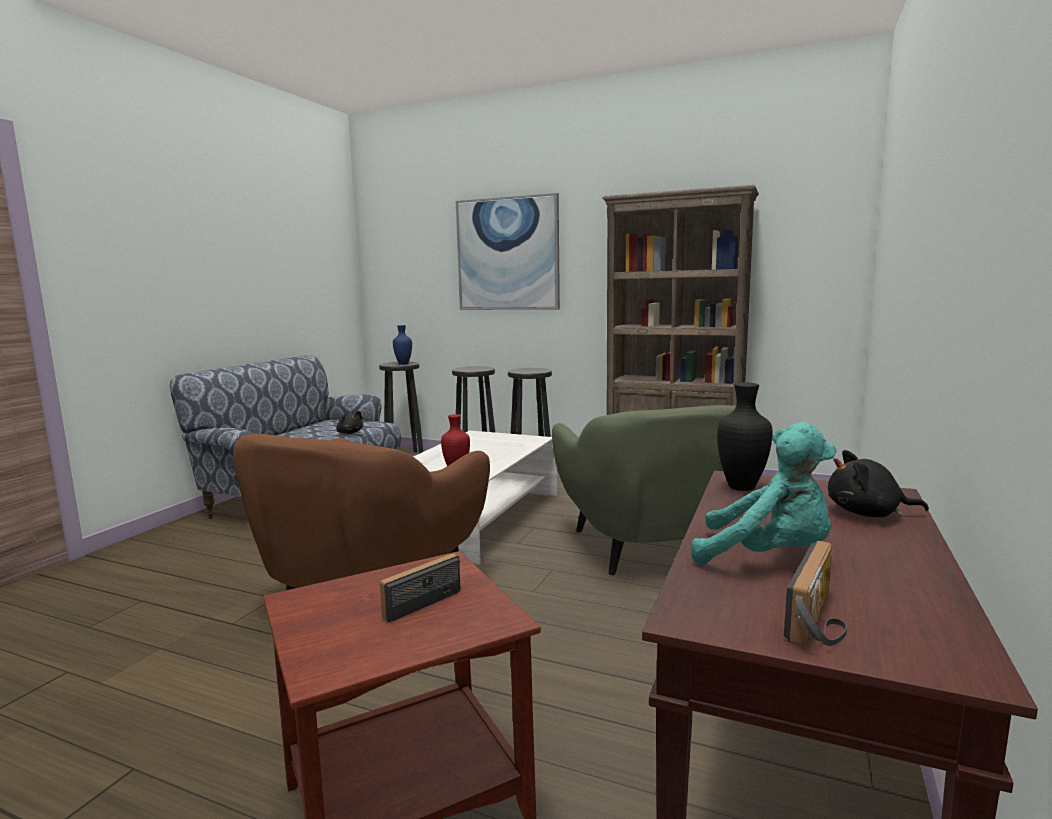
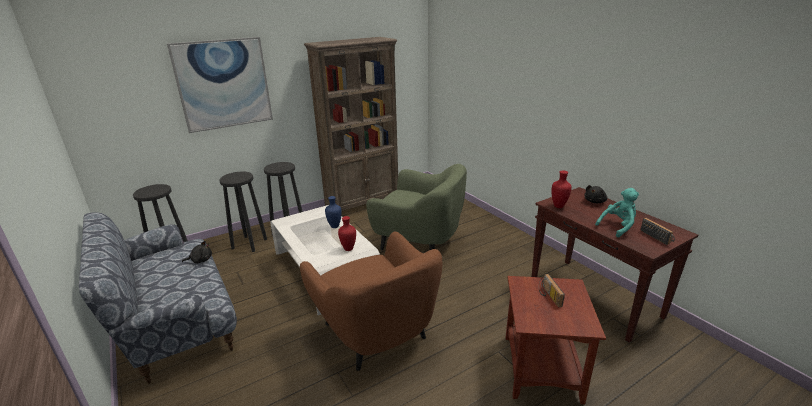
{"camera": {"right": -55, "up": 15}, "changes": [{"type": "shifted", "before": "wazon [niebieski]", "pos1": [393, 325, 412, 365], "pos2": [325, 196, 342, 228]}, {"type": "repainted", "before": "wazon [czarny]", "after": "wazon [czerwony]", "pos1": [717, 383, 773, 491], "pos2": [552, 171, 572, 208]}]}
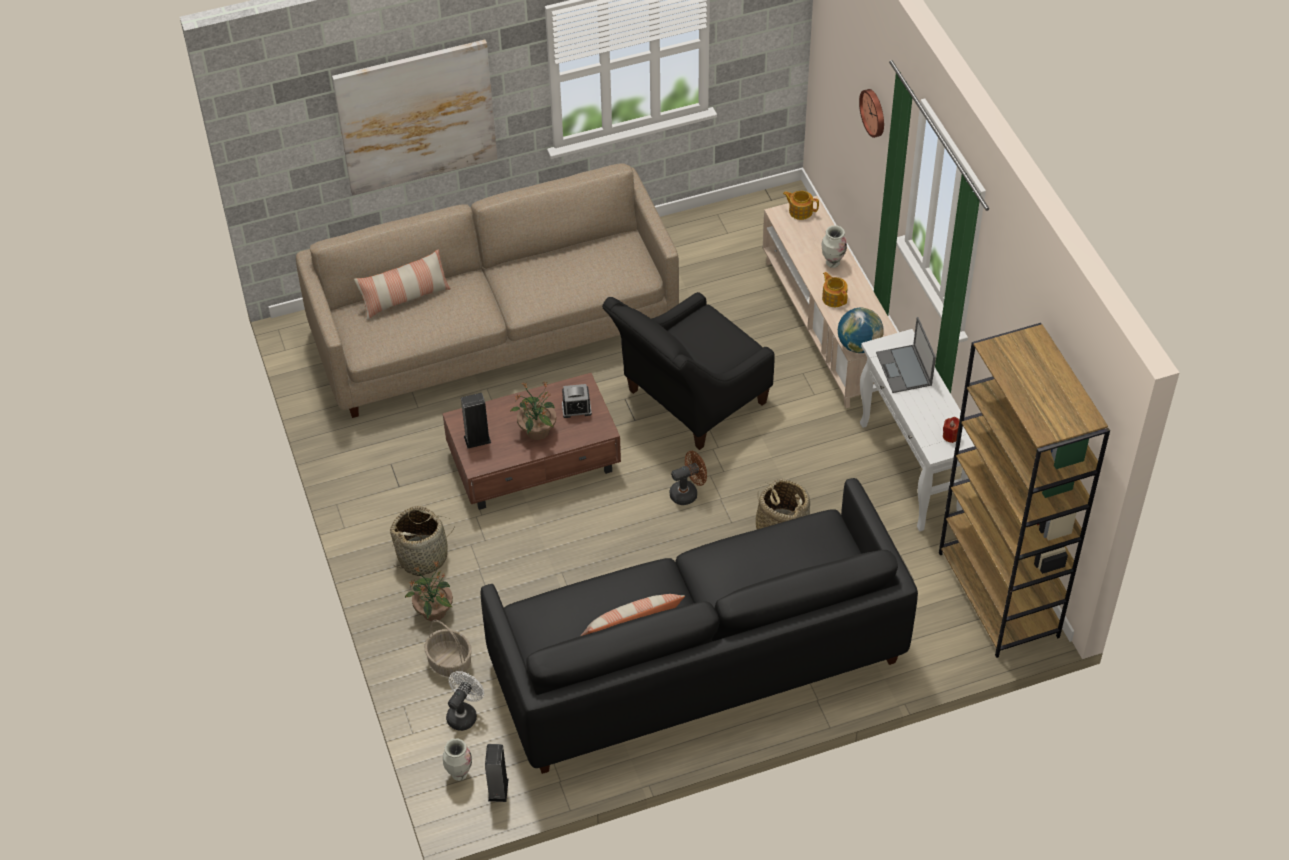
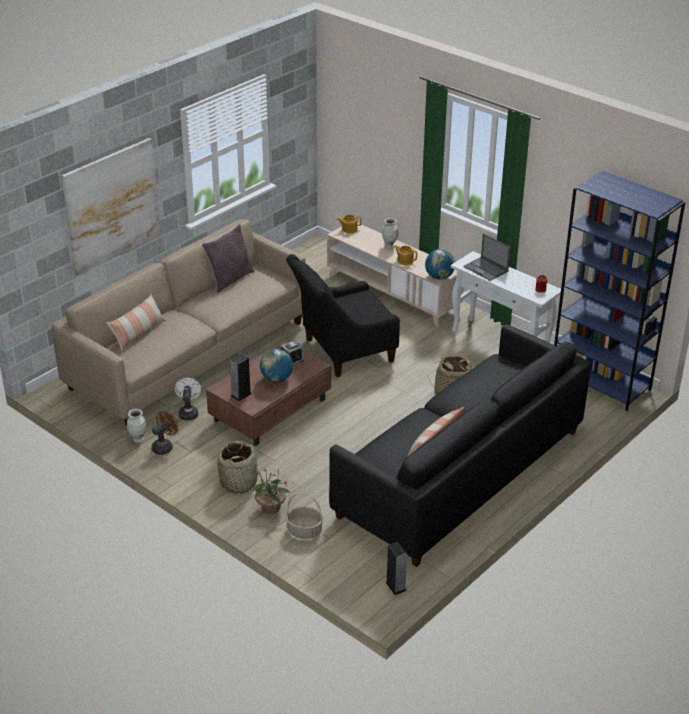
{"camera": {"right": -30, "up": -15}, "changes": [{"type": "gone", "before": "zegar ścienny", "pos1": [859, 89, 884, 138]}, {"type": "new", "after": "poduszka [szary]", "pos2": [202, 224, 254, 293]}, {"type": "shifted", "before": "wazon", "pos1": [443, 738, 472, 781], "pos2": [127, 409, 146, 443]}, {"type": "shifted", "before": "wentylator [biały]", "pos1": [446, 671, 484, 731], "pos2": [175, 378, 201, 420]}, {"type": "shifted", "before": "wentylator [brązowy]", "pos1": [670, 451, 707, 505], "pos2": [152, 411, 178, 455]}, {"type": "swapped", "before": "roślina doniczkowa", "after": "globus", "pos1": [510, 382, 556, 440], "pos2": [260, 349, 293, 382]}, {"type": "repainted", "before": "regał [brązowy]", "after": "regał [niebieski]", "pos1": [939, 323, 1110, 658], "pos2": [554, 171, 685, 411]}, {"type": "rotated", "before": "fotel [czarny]", "pos1": [602, 292, 775, 450], "pos2": [286, 254, 400, 377], "turn": 45}]}
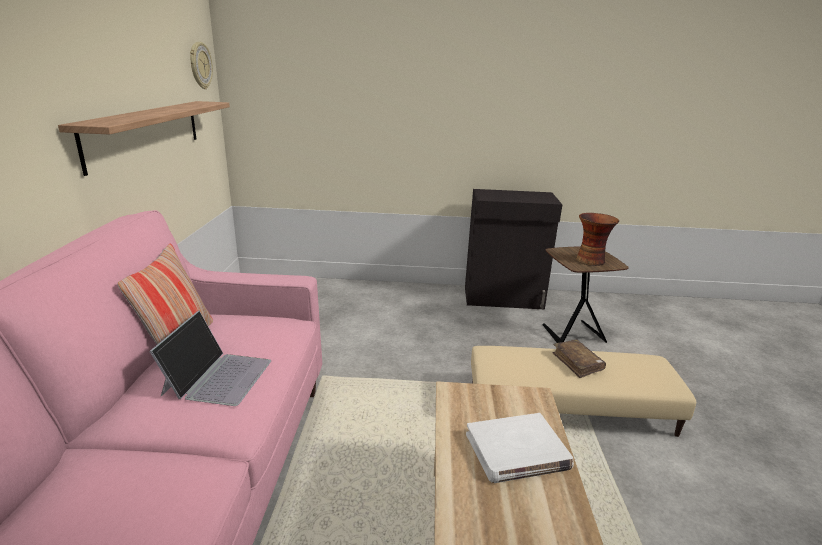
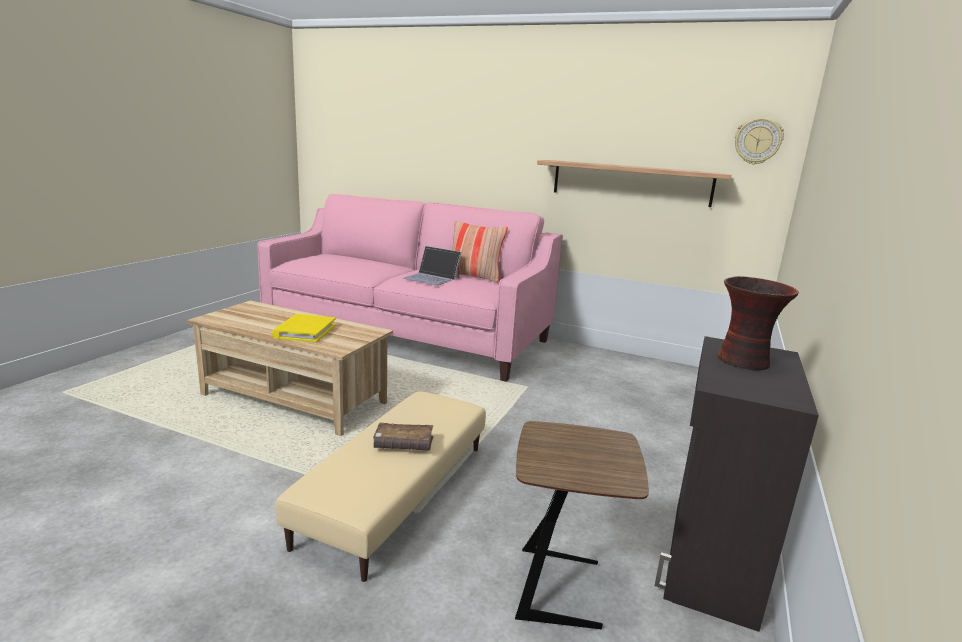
{"camera": {"right": 110, "up": -5}, "changes": [{"type": "shifted", "before": "wazon", "pos1": [576, 213, 619, 266], "pos2": [717, 276, 799, 370]}, {"type": "repainted", "before": "książka [biały]", "after": "książka [żółty]", "pos1": [466, 413, 574, 483], "pos2": [272, 314, 336, 342]}]}
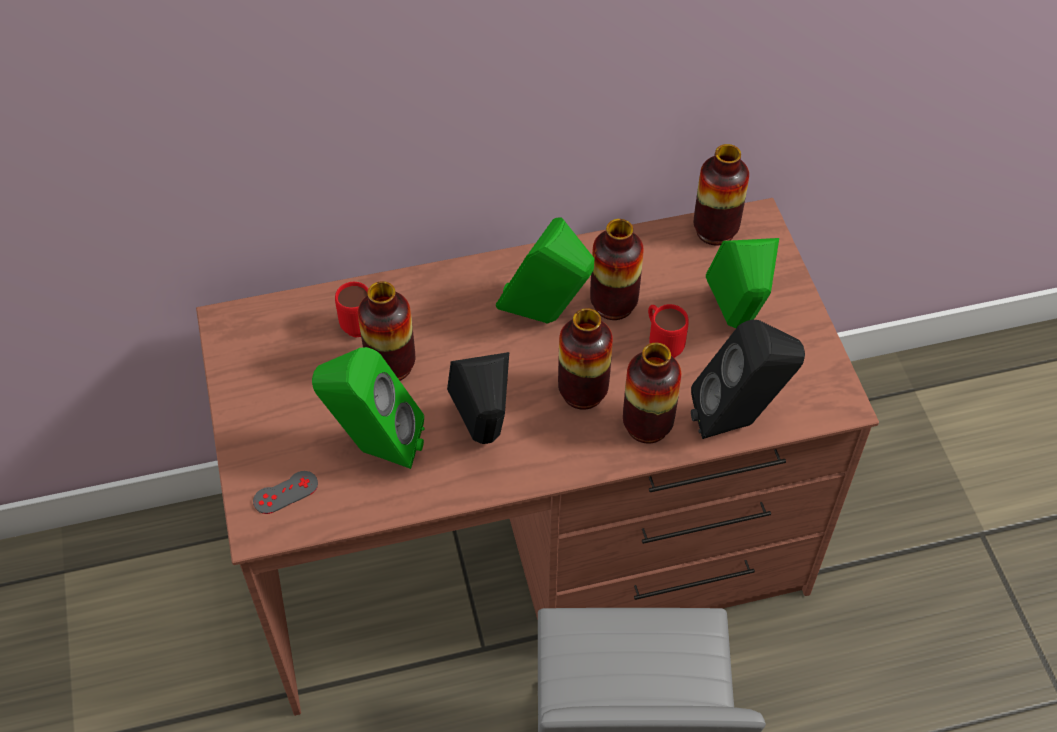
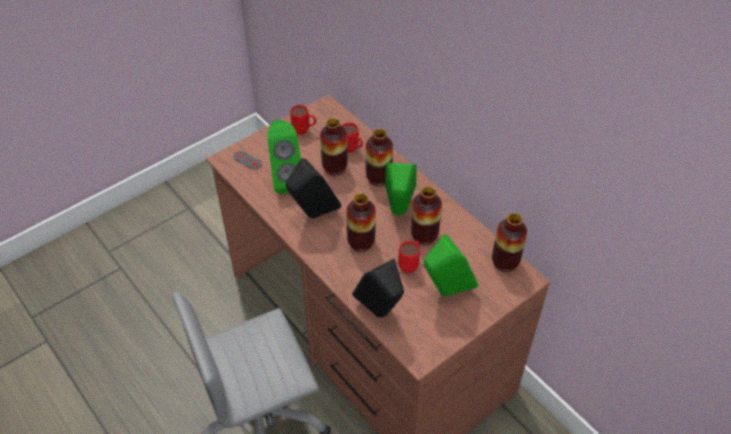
{"camera": {"right": 65, "up": -5}, "changes": [{"type": "new", "after": "kubek [czerwony]", "pos2": [290, 105, 316, 135]}, {"type": "shifted", "before": "wazon", "pos1": [623, 343, 681, 444], "pos2": [366, 129, 393, 186]}]}
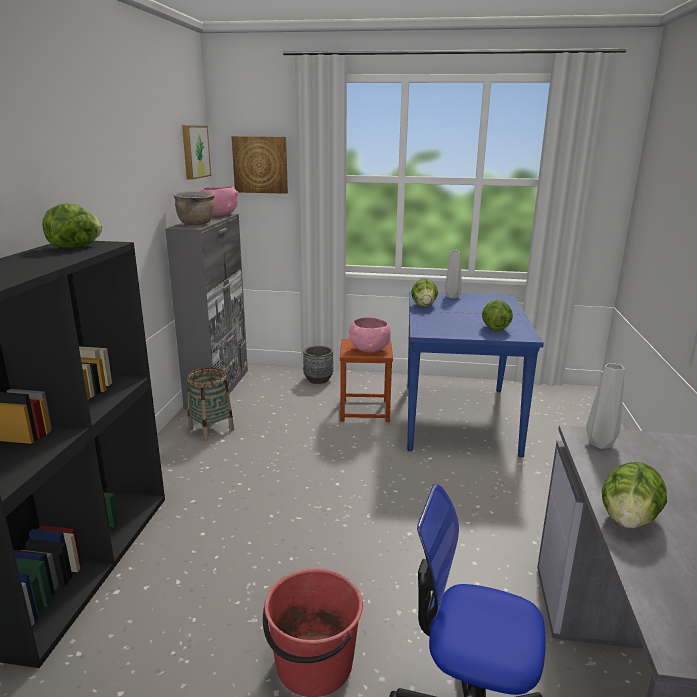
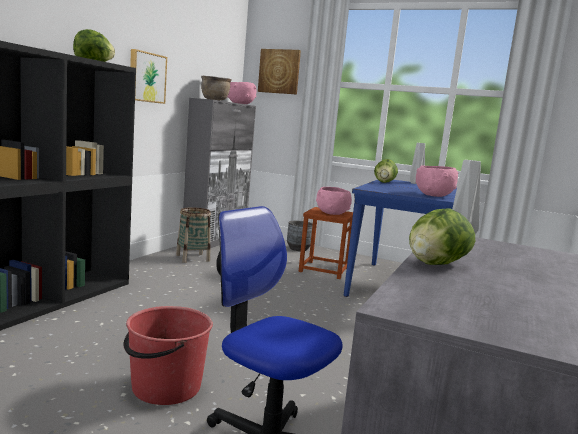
{"camera": {"right": 15, "up": -10}, "changes": [{"type": "shifted", "before": "obraz", "pos1": [182, 125, 211, 180], "pos2": [130, 49, 167, 104]}, {"type": "swapped", "before": "sałata", "after": "miska [różowy]", "pos1": [482, 299, 513, 331], "pos2": [416, 165, 458, 197]}]}
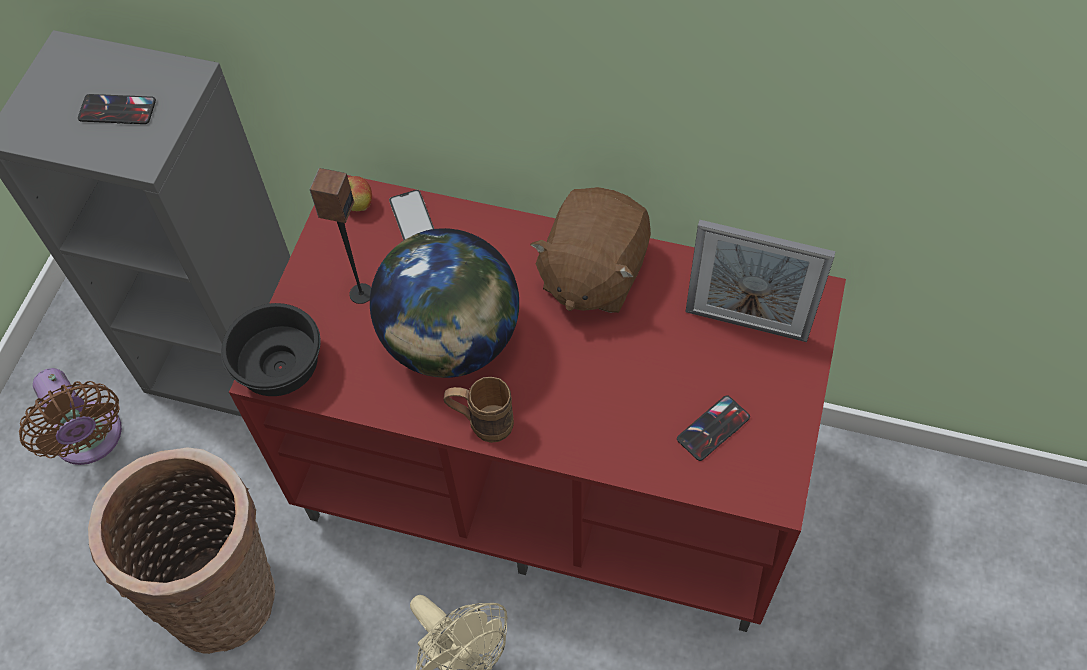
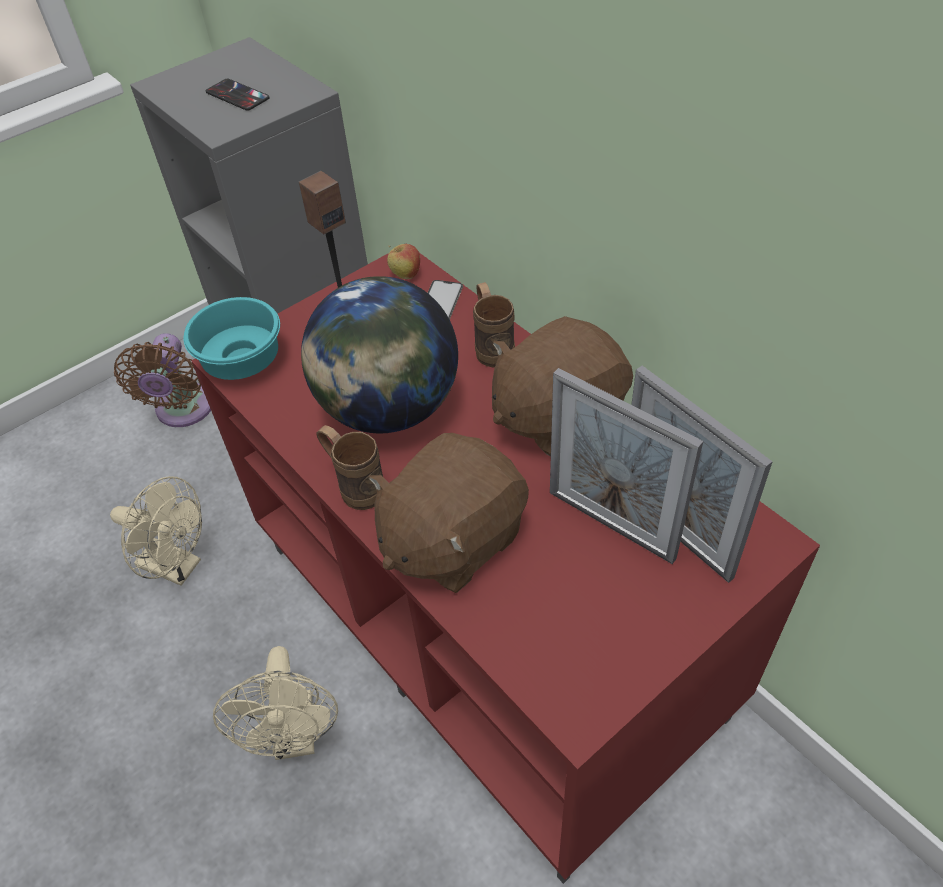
{"camera": {"right": 35, "up": -10}, "changes": [{"type": "gone", "before": "telefon", "pos1": [677, 395, 750, 461]}, {"type": "new", "after": "pluszak [brązowy]", "pos2": [368, 433, 529, 593]}, {"type": "new", "after": "kubek [brązowy]", "pos2": [473, 282, 515, 368]}, {"type": "new", "after": "ramka na zdjęcie", "pos2": [550, 368, 703, 564]}, {"type": "swapped", "before": "koszyk", "after": "wentylator [beżowy]", "pos1": [88, 447, 275, 654], "pos2": [110, 476, 202, 586]}, {"type": "repainted", "before": "miska [czarny]", "after": "miska [turkusowy]", "pos1": [221, 303, 321, 396], "pos2": [183, 297, 280, 380]}]}
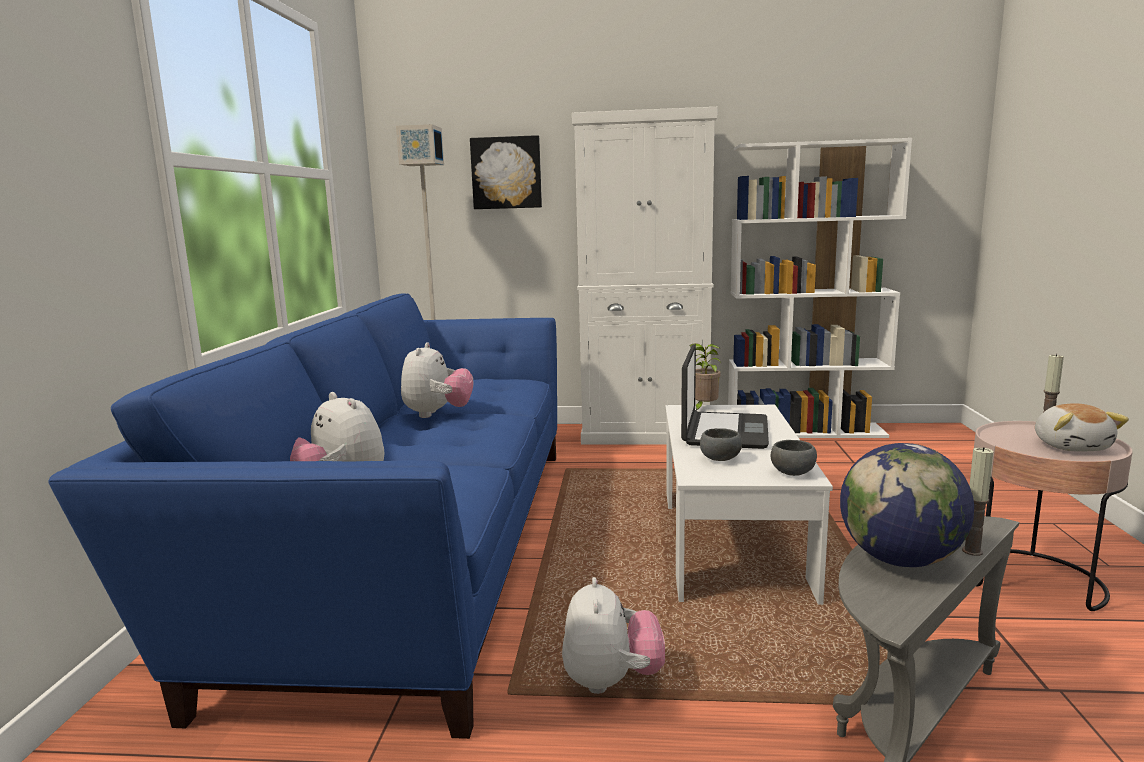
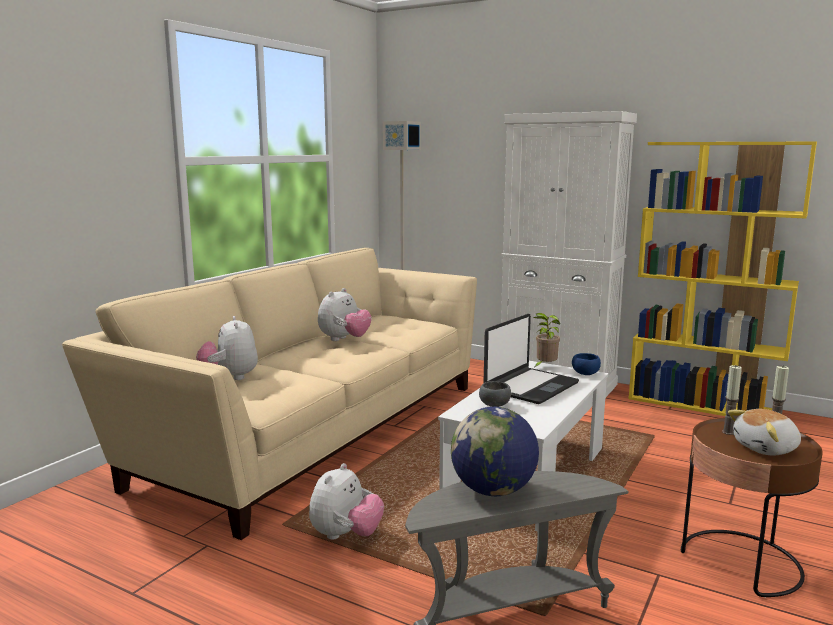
{"camera": {"right": 25, "up": 0}, "changes": [{"type": "gone", "before": "obraz", "pos1": [470, 135, 542, 209]}, {"type": "gone", "before": "miska [szary]", "pos1": [771, 440, 817, 476]}, {"type": "new", "after": "miska [niebieski]", "pos2": [572, 353, 601, 375]}, {"type": "shifted", "before": "świeca", "pos1": [962, 447, 994, 556], "pos2": [722, 365, 742, 435]}, {"type": "repainted", "before": "kanapa [niebieski]", "after": "kanapa [beżowy]", "pos1": [48, 293, 557, 739], "pos2": [62, 248, 477, 540]}, {"type": "repainted", "before": "regał [biały]", "after": "regał [żółty]", "pos1": [728, 138, 912, 438], "pos2": [629, 142, 817, 416]}, {"type": "repainted", "before": "stolik [różowy]", "after": "stolik [brązowy]", "pos1": [974, 421, 1132, 611], "pos2": [681, 418, 823, 598]}, {"type": "rotated", "before": "pluszak", "pos1": [1035, 403, 1129, 451], "pos2": [728, 409, 801, 456], "turn": 45}]}
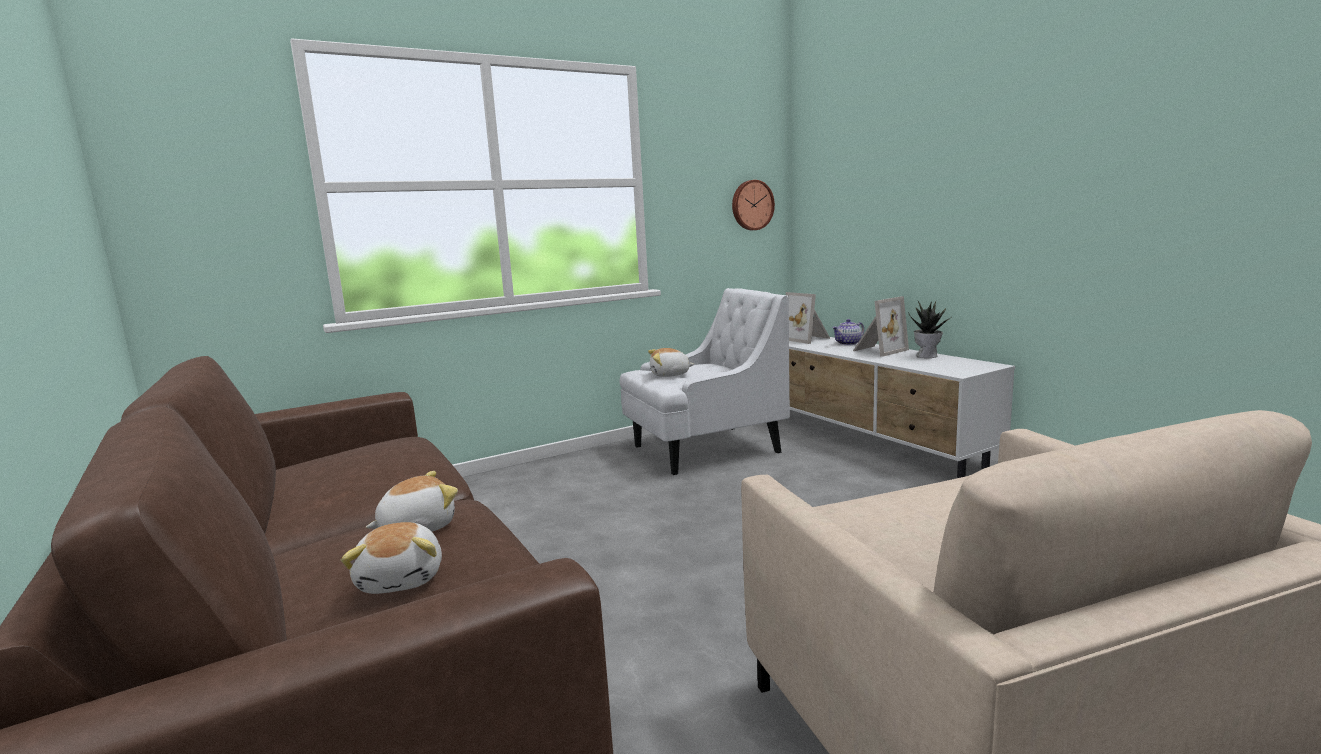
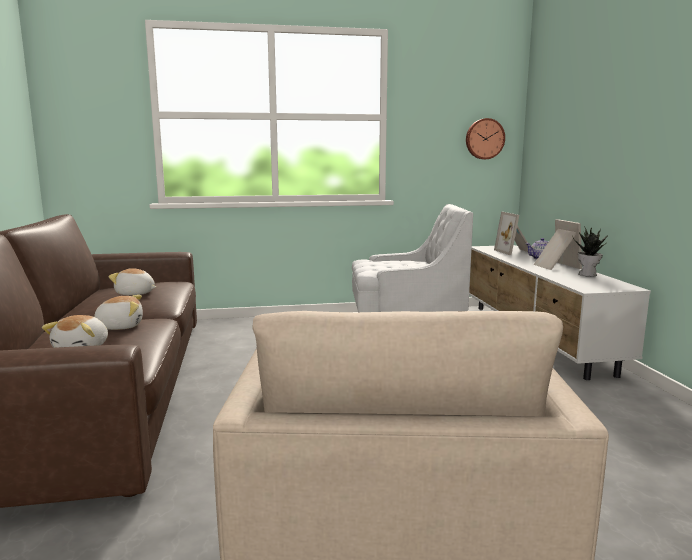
{"camera": {"right": 20, "up": 0}, "changes": [{"type": "shifted", "before": "pluszak", "pos1": [648, 348, 695, 377], "pos2": [109, 268, 156, 295]}, {"type": "rotated", "before": "ramka na zdjęcie", "pos1": [853, 296, 909, 357], "pos2": [533, 219, 582, 270], "turn": -90}]}
